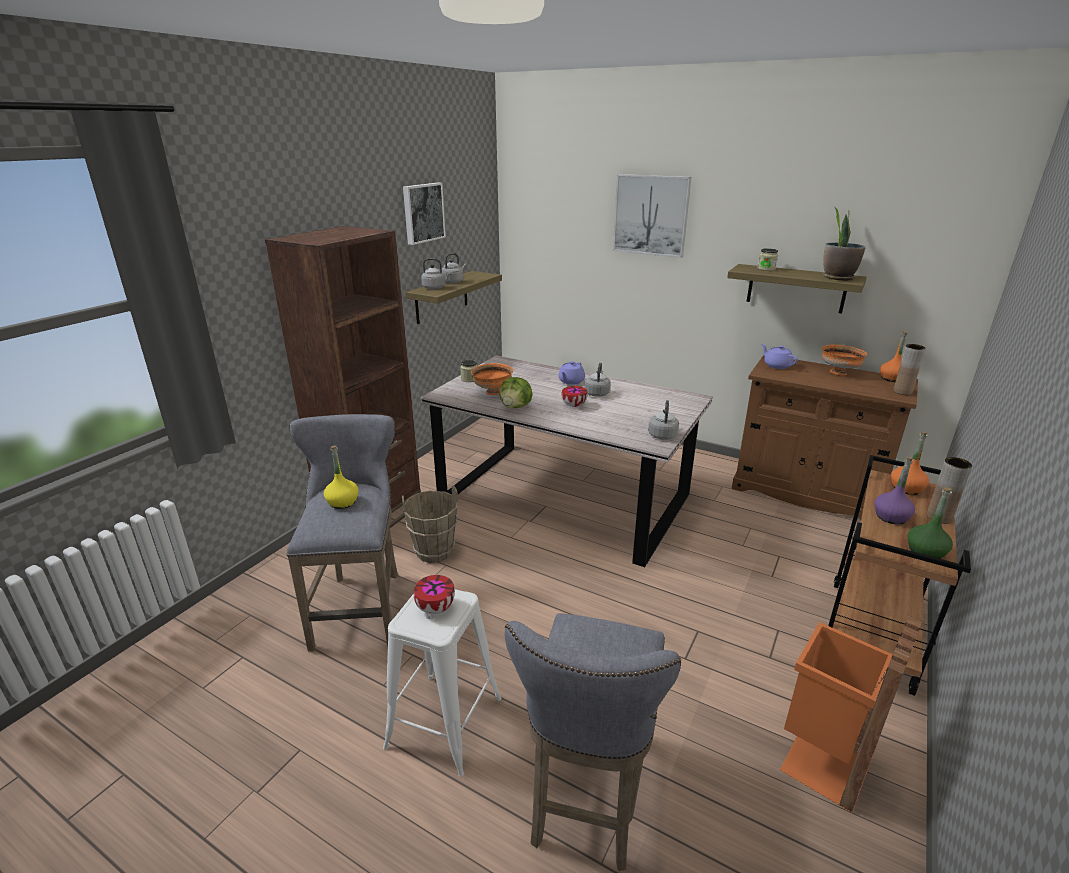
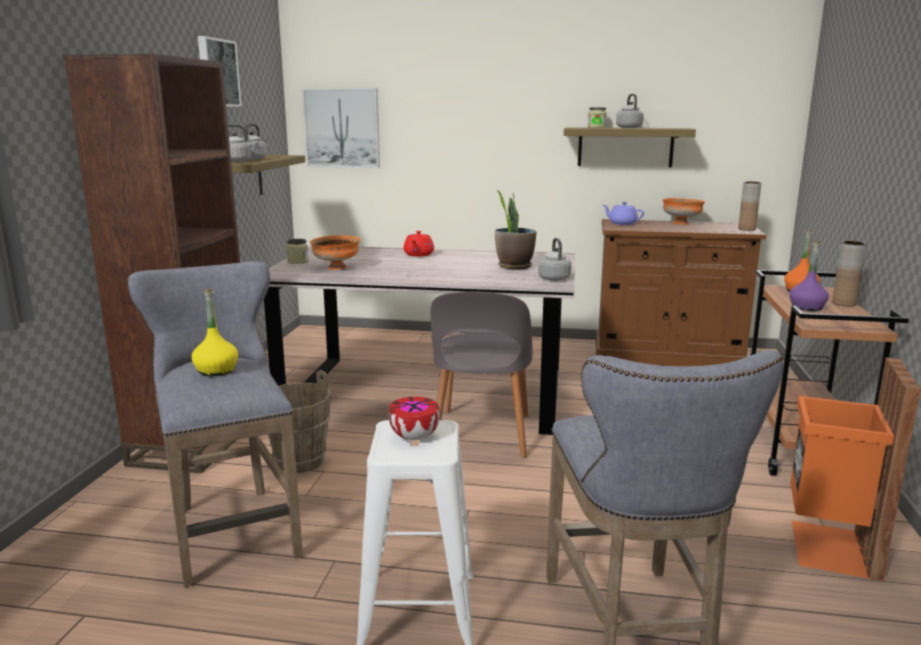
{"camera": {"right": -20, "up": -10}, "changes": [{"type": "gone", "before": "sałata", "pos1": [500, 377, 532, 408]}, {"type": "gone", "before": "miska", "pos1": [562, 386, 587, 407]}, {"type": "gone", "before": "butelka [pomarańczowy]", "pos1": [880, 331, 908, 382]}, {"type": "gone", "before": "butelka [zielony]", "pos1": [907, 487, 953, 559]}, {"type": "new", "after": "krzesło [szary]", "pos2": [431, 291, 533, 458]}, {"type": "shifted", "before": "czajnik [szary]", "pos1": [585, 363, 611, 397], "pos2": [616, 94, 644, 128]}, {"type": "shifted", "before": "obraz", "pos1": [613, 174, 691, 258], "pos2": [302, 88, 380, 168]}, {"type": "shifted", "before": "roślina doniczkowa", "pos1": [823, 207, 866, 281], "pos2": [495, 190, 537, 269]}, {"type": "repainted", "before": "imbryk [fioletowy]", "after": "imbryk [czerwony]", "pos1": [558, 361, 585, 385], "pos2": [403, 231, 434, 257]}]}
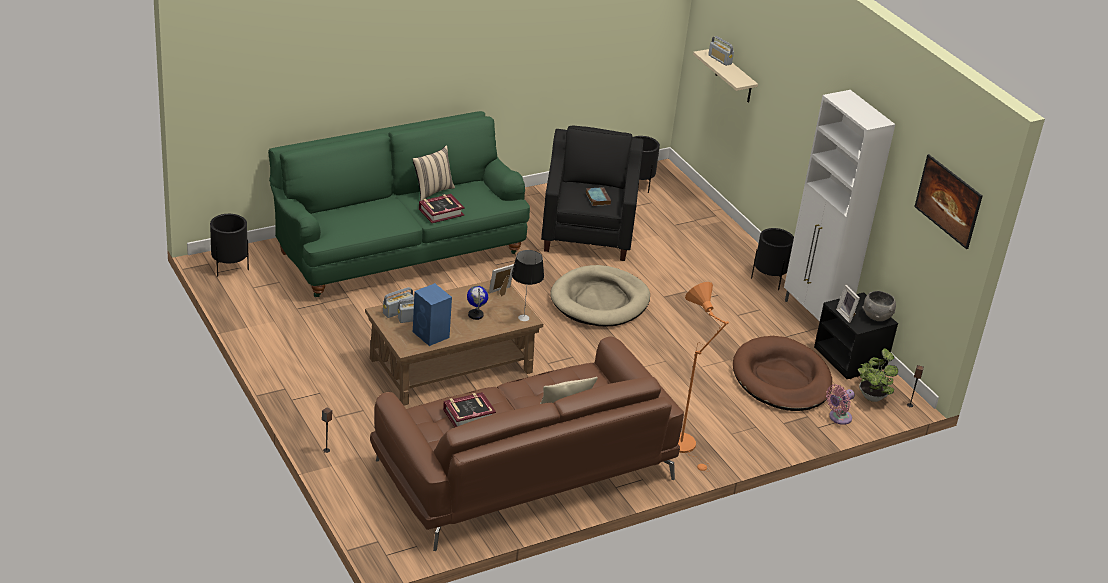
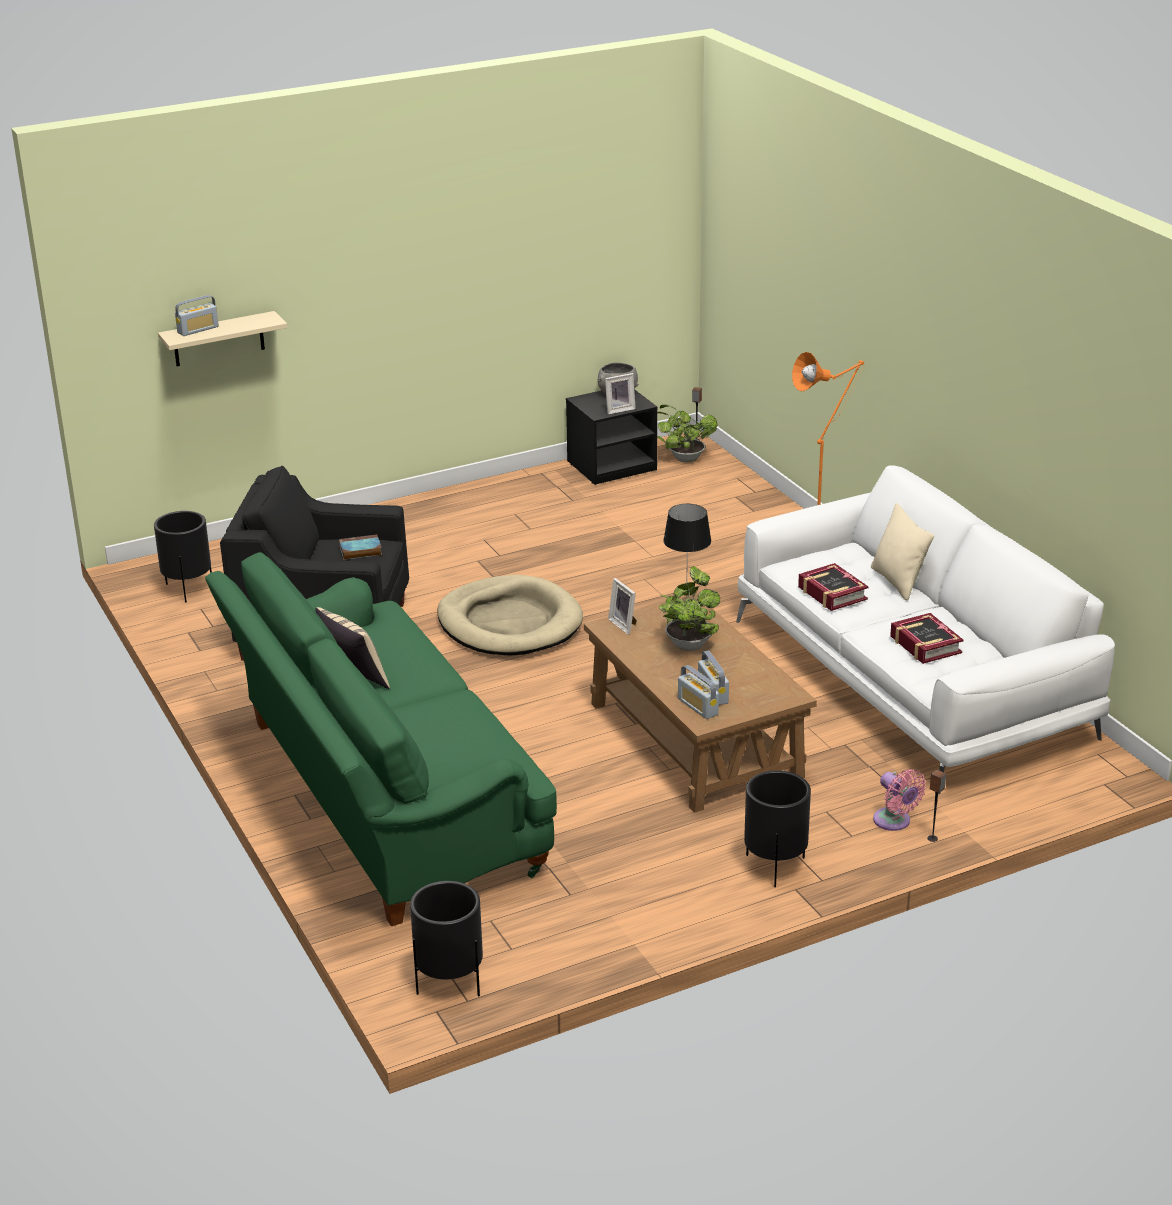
{"camera": {"right": -85, "up": -5}, "changes": [{"type": "gone", "before": "głośnik [niebieski]", "pos1": [413, 283, 452, 346]}, {"type": "gone", "before": "legowisko [brązowy]", "pos1": [733, 336, 832, 411]}, {"type": "gone", "before": "szafka [biały]", "pos1": [784, 90, 895, 321]}, {"type": "gone", "before": "obraz", "pos1": [914, 154, 982, 249]}, {"type": "shifted", "before": "książka", "pos1": [419, 194, 465, 223], "pos2": [798, 563, 868, 611]}, {"type": "shifted", "before": "donica [czarny]", "pos1": [751, 228, 794, 290], "pos2": [744, 770, 811, 887]}, {"type": "shifted", "before": "wentylator [różowy]", "pos1": [826, 384, 855, 425], "pos2": [873, 769, 926, 831]}, {"type": "swapped", "before": "globus", "after": "roślina doniczkowa", "pos1": [467, 285, 488, 320], "pos2": [659, 566, 720, 651]}, {"type": "repainted", "before": "kanapa [brązowy]", "after": "kanapa [biały]", "pos1": [370, 337, 684, 551], "pos2": [736, 465, 1115, 794]}]}
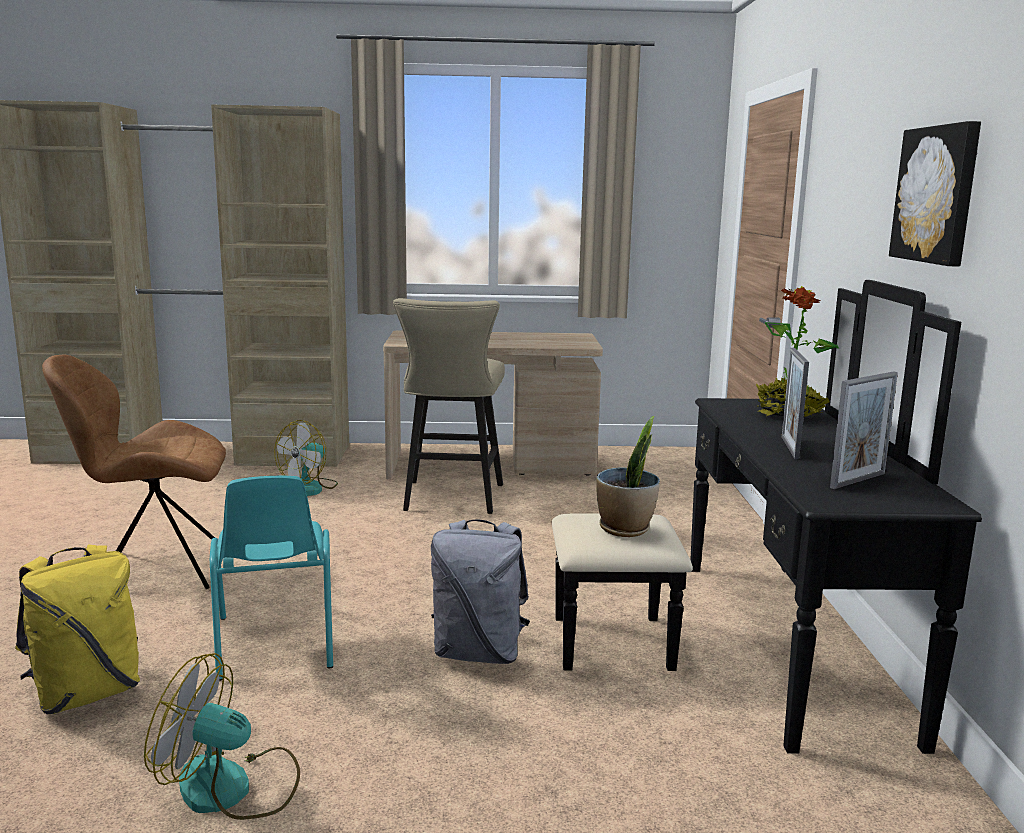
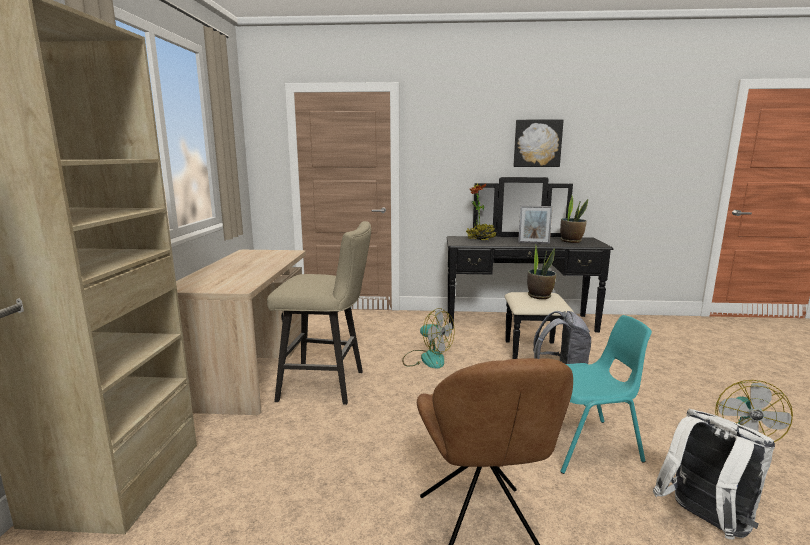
{"camera": {"right": -85, "up": 0}, "changes": [{"type": "shifted", "before": "wentylator", "pos1": [274, 420, 338, 496], "pos2": [402, 308, 455, 368]}, {"type": "swapped", "before": "ramka na zdjęcie", "after": "roślina doniczkowa", "pos1": [830, 371, 898, 489], "pos2": [560, 196, 588, 243]}, {"type": "repainted", "before": "plecak [żółty]", "after": "plecak [biały]", "pos1": [15, 544, 140, 714], "pos2": [653, 409, 775, 539]}]}
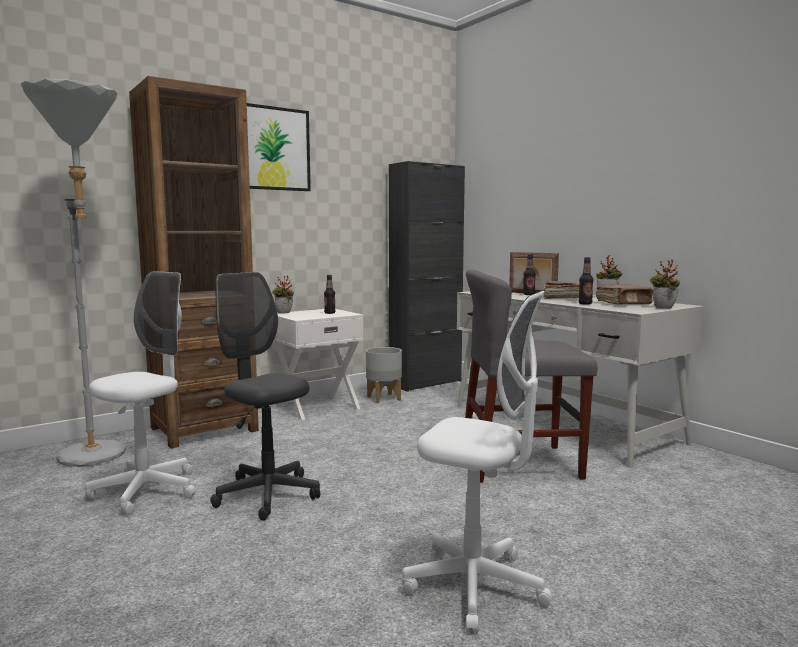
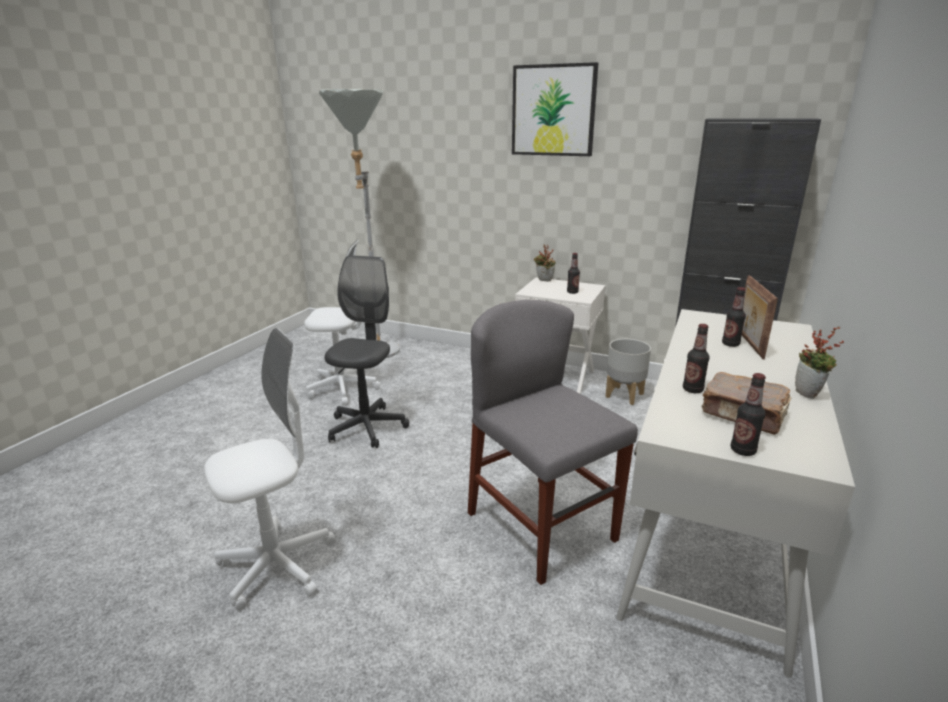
{"camera": {"right": 60, "up": 15}, "changes": [{"type": "gone", "before": "regał [brązowy]", "pos1": [129, 76, 259, 449]}, {"type": "gone", "before": "książka [brązowy]", "pos1": [544, 281, 580, 299]}, {"type": "swapped", "before": "roślina doniczkowa", "after": "butelka", "pos1": [650, 259, 680, 308], "pos2": [731, 373, 766, 456]}, {"type": "rotated", "before": "krzesło biurowe [biały]", "pos1": [402, 291, 552, 633], "pos2": [205, 328, 336, 611], "turn": -120}]}
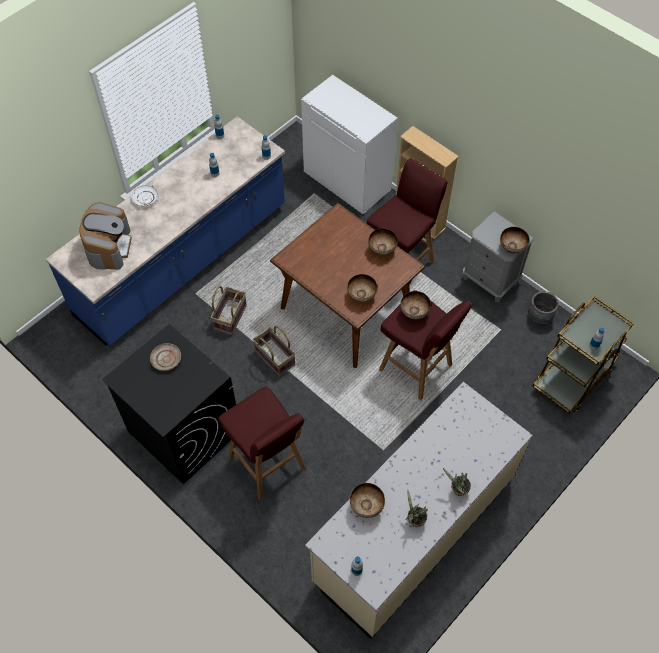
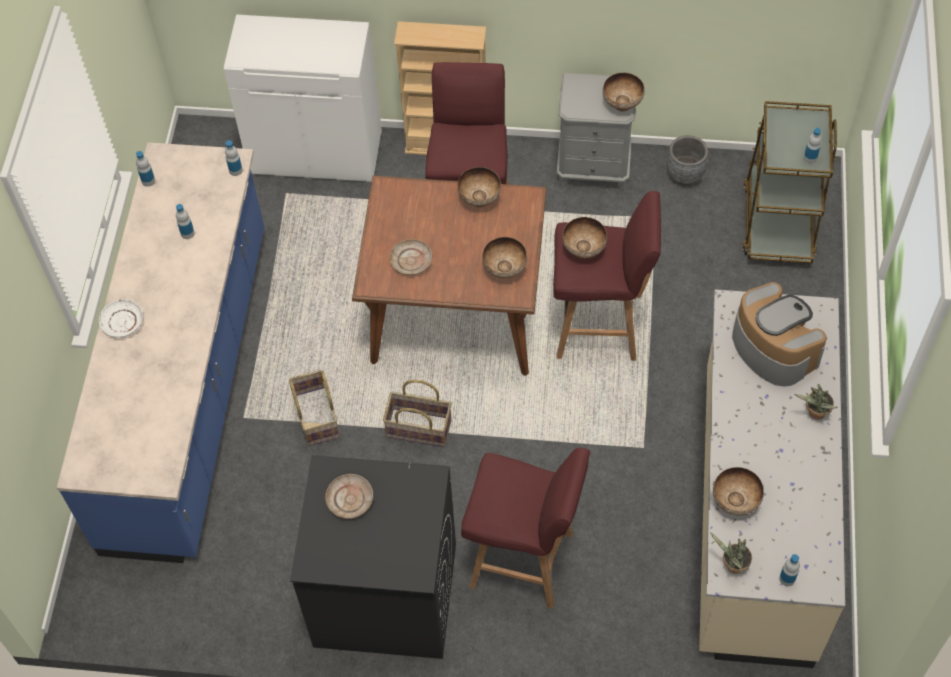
{"camera": {"right": -35, "up": 0}, "changes": [{"type": "new", "after": "talerz [beżowy]", "pos2": [389, 239, 432, 275]}, {"type": "shifted", "before": "ekspres do kawy", "pos1": [79, 202, 132, 270], "pos2": [732, 282, 827, 386]}, {"type": "shifted", "before": "roślina doniczkowa", "pos1": [405, 490, 428, 527], "pos2": [710, 532, 752, 574]}]}
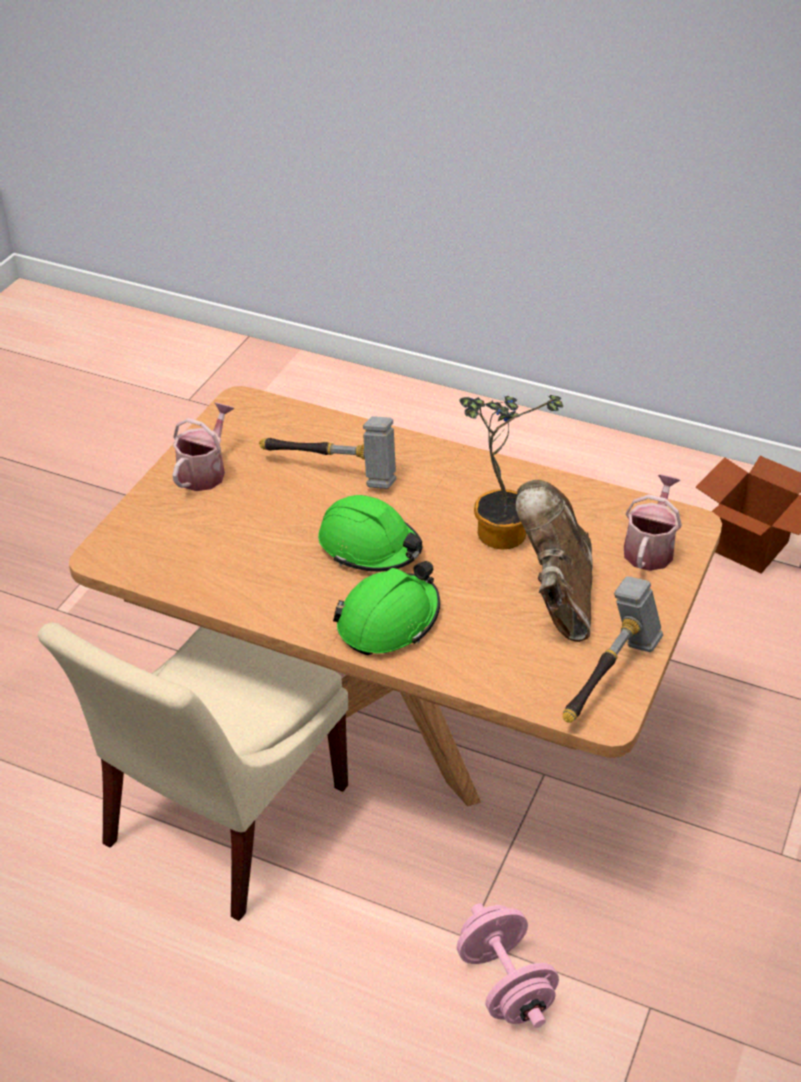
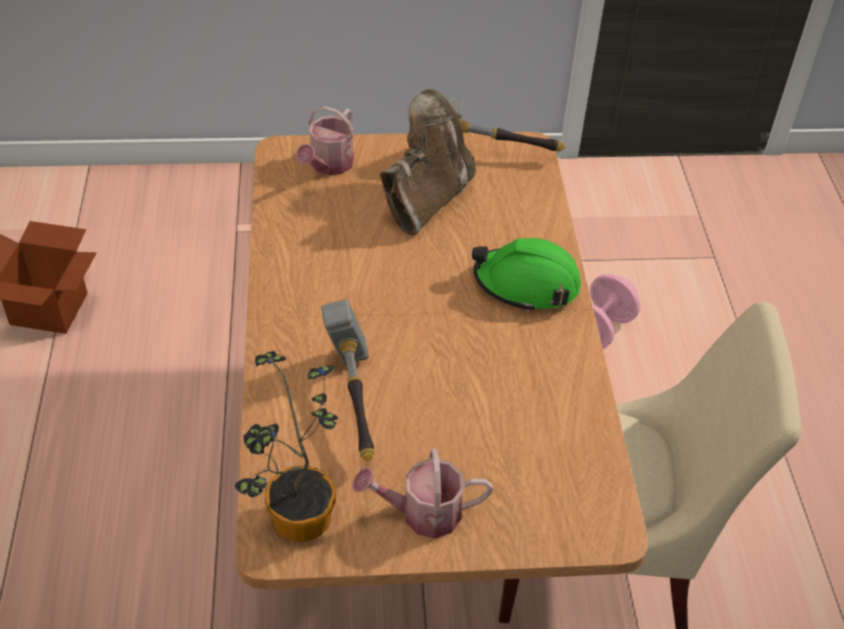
{"camera": {"right": -120, "up": 5}, "changes": [{"type": "gone", "before": "kask [zielony]", "pos1": [318, 495, 422, 572]}, {"type": "shifted", "before": "roślina doniczkowa", "pos1": [460, 395, 563, 550], "pos2": [235, 351, 338, 542]}, {"type": "rotated", "before": "but z cholewką [brązowy]", "pos1": [516, 480, 592, 642], "pos2": [380, 89, 476, 235], "turn": 150}, {"type": "rotated", "before": "konewka", "pos1": [624, 475, 682, 571], "pos2": [296, 106, 354, 175], "turn": -60}]}
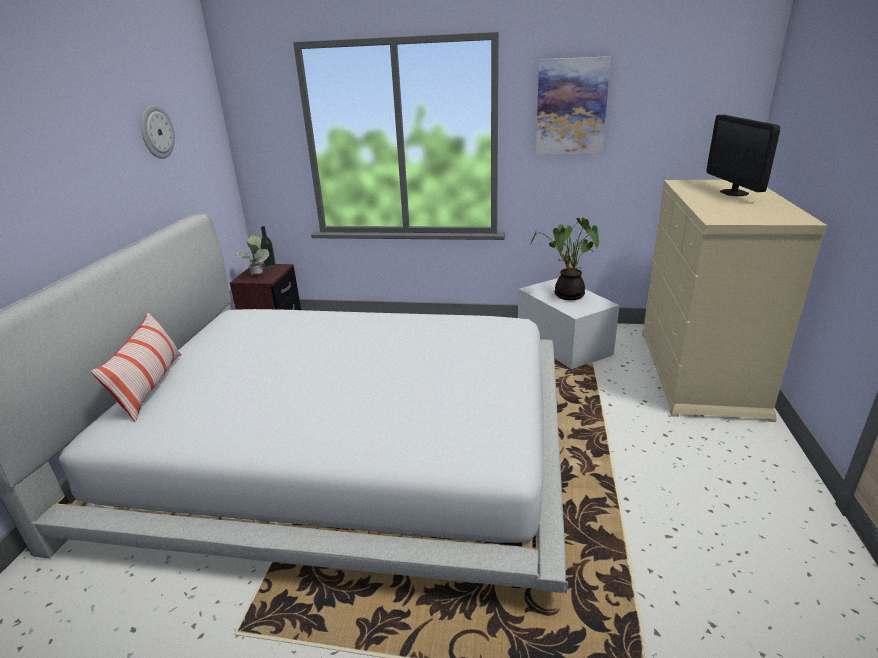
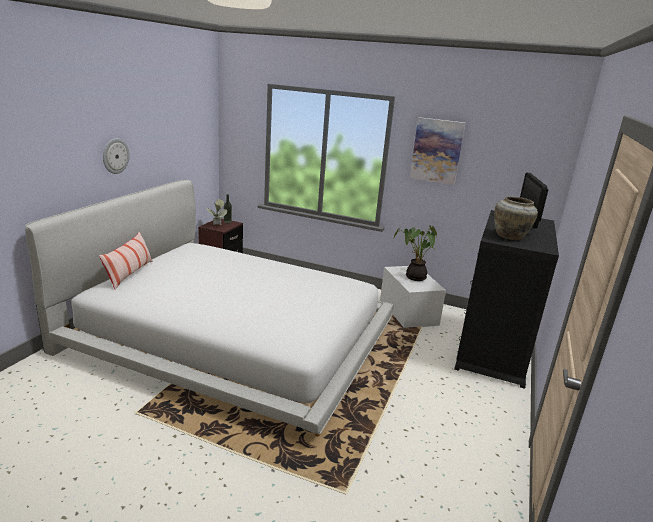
{"camera": {"right": 10, "up": -5}, "changes": [{"type": "new", "after": "wazon [beżowy]", "pos2": [494, 197, 538, 240]}, {"type": "shifted", "before": "zegar ścienny", "pos1": [141, 105, 175, 159], "pos2": [103, 138, 130, 174]}, {"type": "repainted", "before": "komoda [beżowy]", "after": "komoda [czarny]", "pos1": [642, 180, 828, 422], "pos2": [454, 210, 559, 389]}]}
